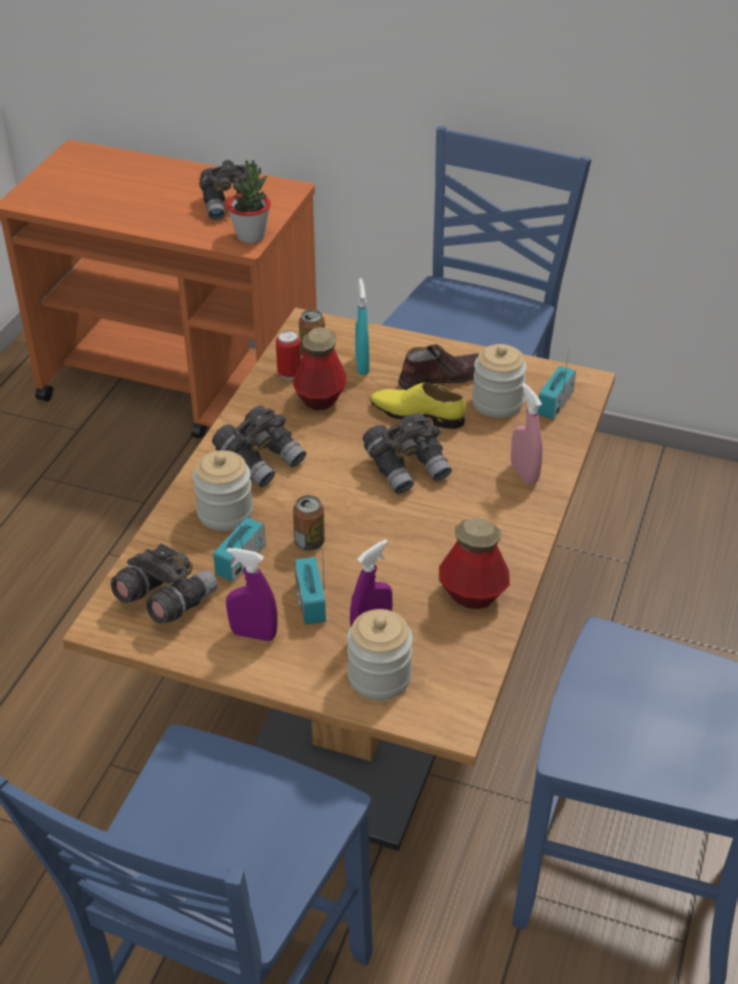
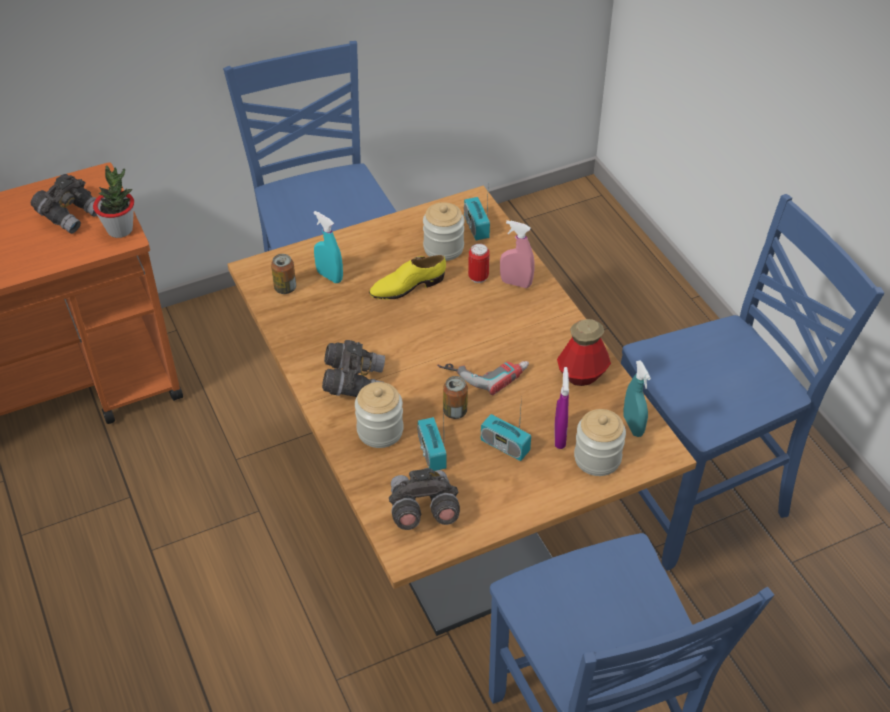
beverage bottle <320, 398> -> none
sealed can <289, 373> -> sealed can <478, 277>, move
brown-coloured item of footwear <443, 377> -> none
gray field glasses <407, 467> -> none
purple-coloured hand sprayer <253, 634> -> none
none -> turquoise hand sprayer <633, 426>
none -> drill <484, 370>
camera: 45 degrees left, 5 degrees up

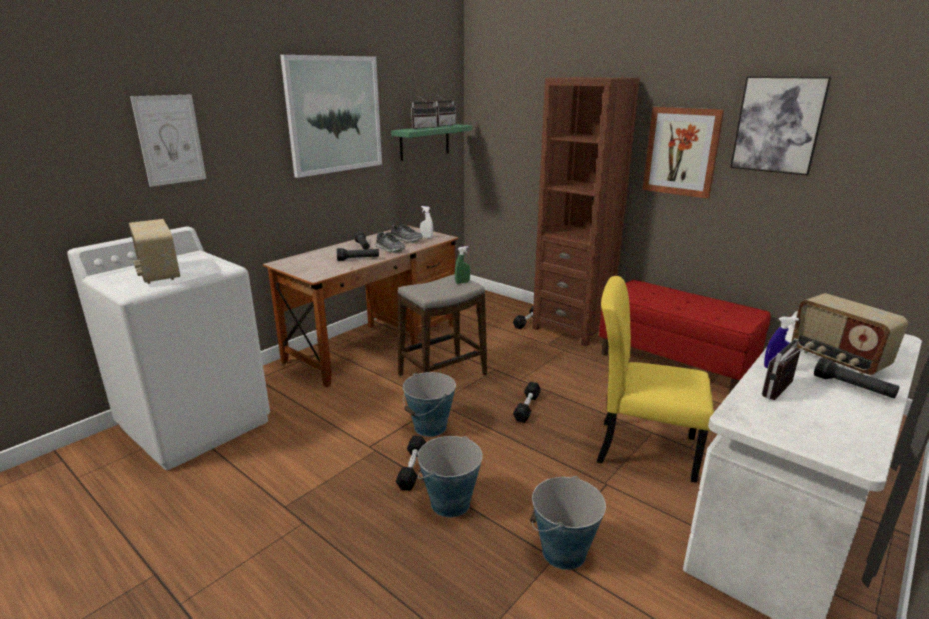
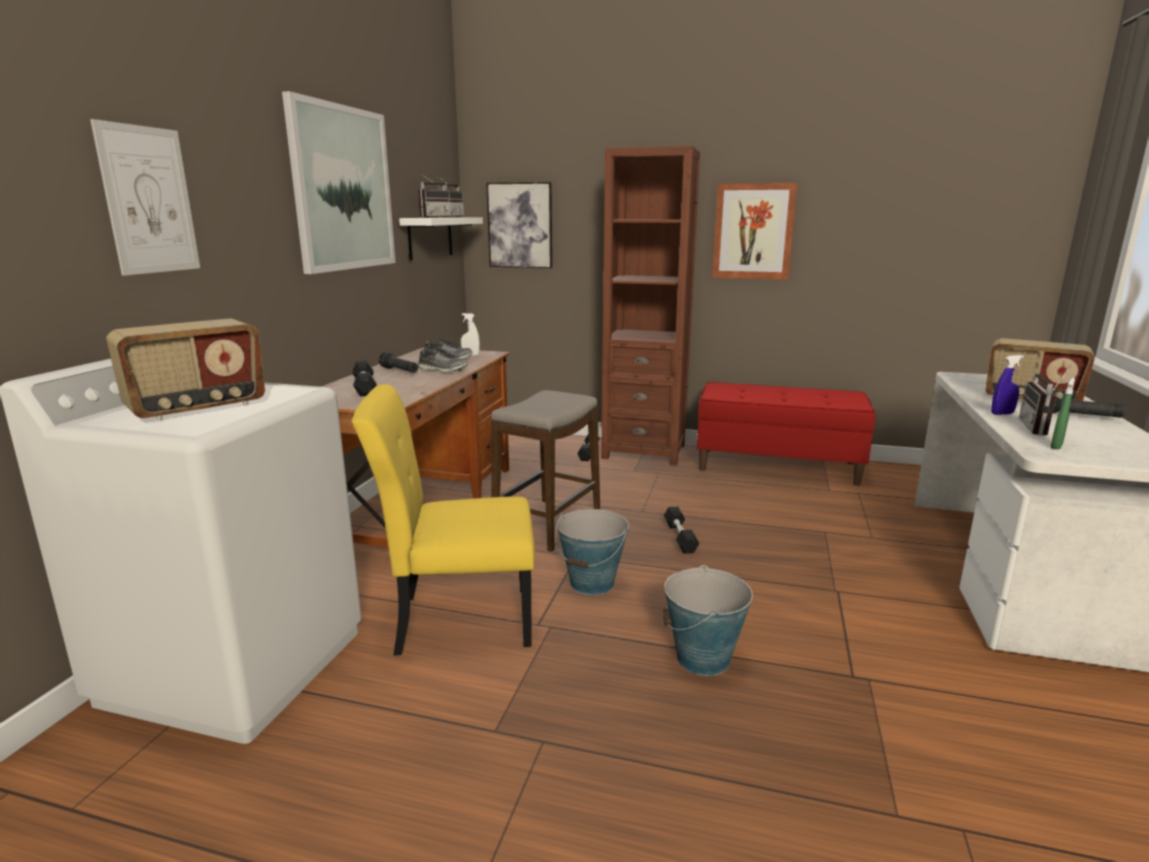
picture <778, 125> -> picture <520, 225>, move
green-coloured shelf <424, 142> -> whitish shelf <430, 237>
radio set <158, 274> -> radio set <198, 408>, 75 degrees counterclockwise
green-coloured hand sprayer <462, 282> -> green-coloured hand sprayer <1056, 446>, move
black-coloured torch <358, 259> -> none
yellow-coloured upright chair <641, 448> -> yellow-coloured upright chair <458, 620>, move
black-coloured dumbbell <412, 468> -> black-coloured dumbbell <364, 387>, move
bucket <563, 552> -> none
camera: 25 degrees left, 5 degrees down

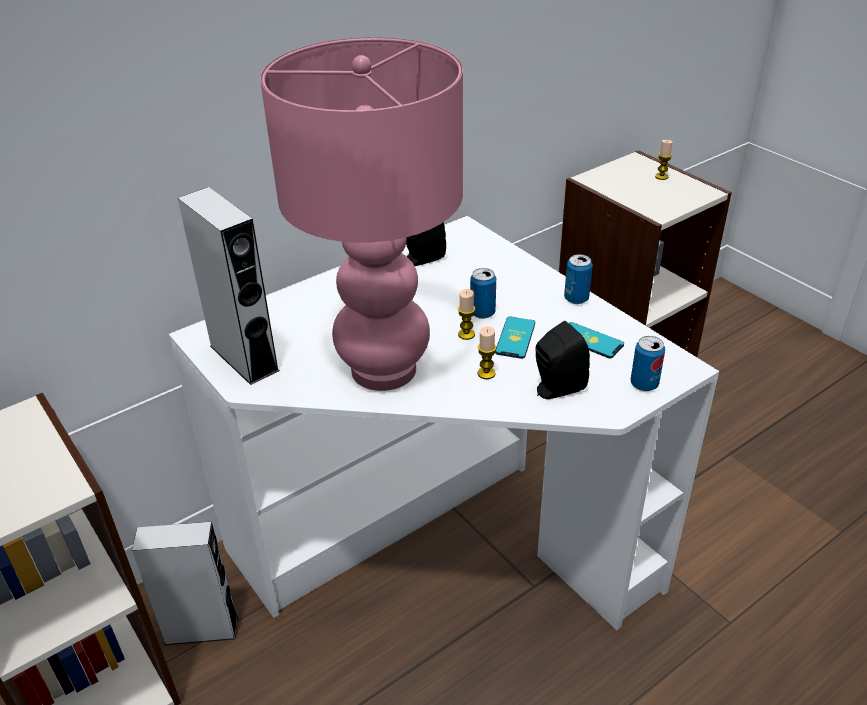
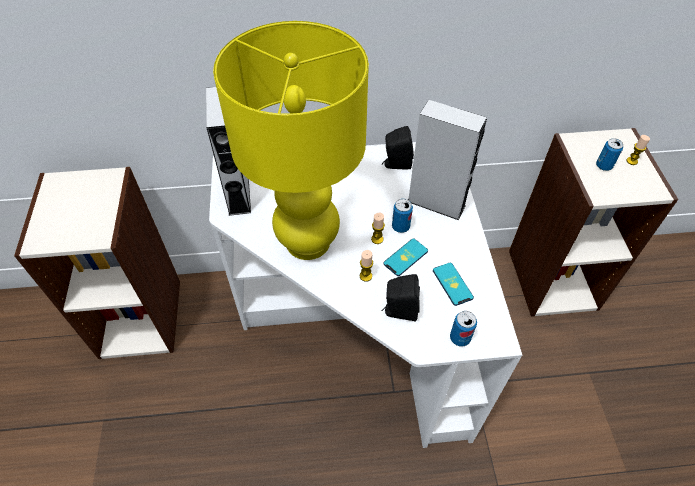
pinkish lamp for a table <383, 370> -> yellow-coloured lamp for a table <307, 242>
sealed can <576, 298> -> sealed can <603, 166>, move
gray audio speaker <201, 630> -> gray audio speaker <436, 203>, move
camera: 30 degrees right, 15 degrees up

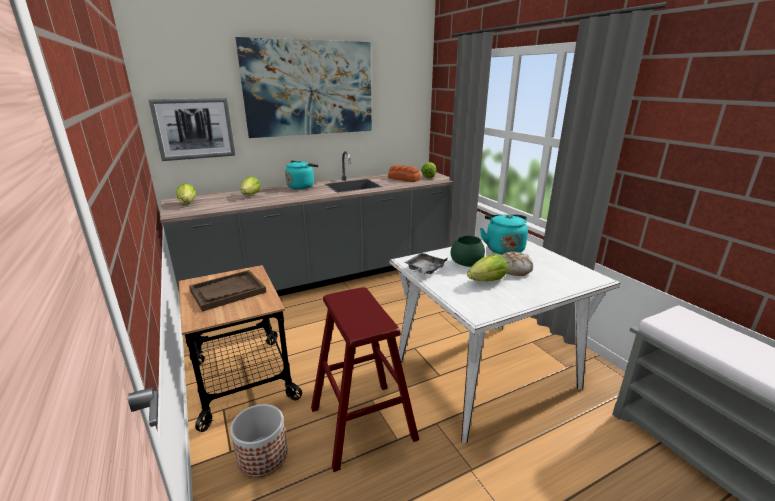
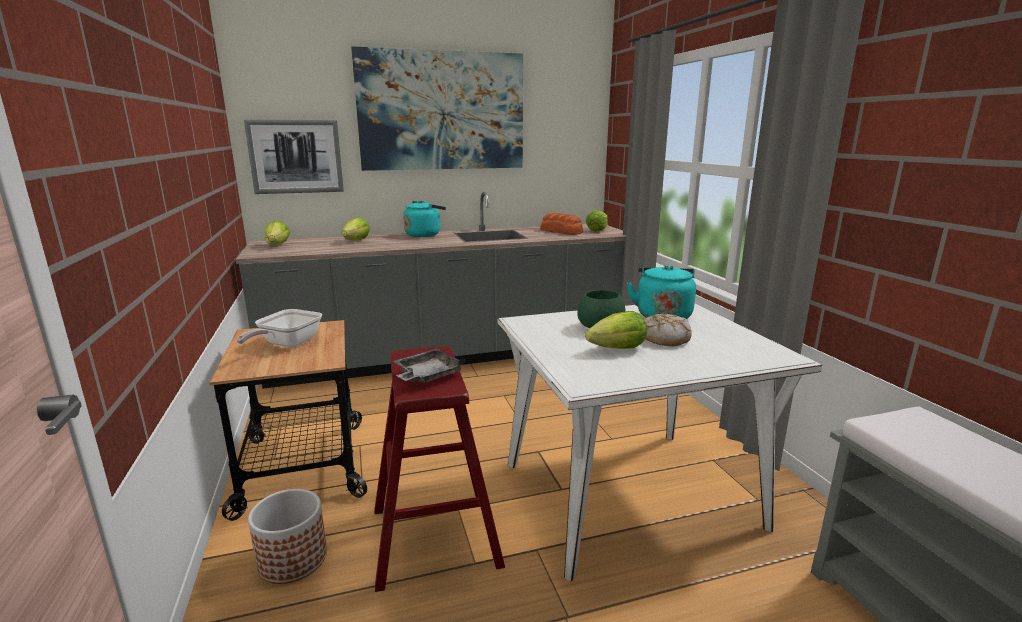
gray carrying tray <424, 269> -> gray carrying tray <427, 375>, move
brown-coloured carrying tray <228, 291> -> pan <287, 344>
camera: 10 degrees right, 5 degrees down

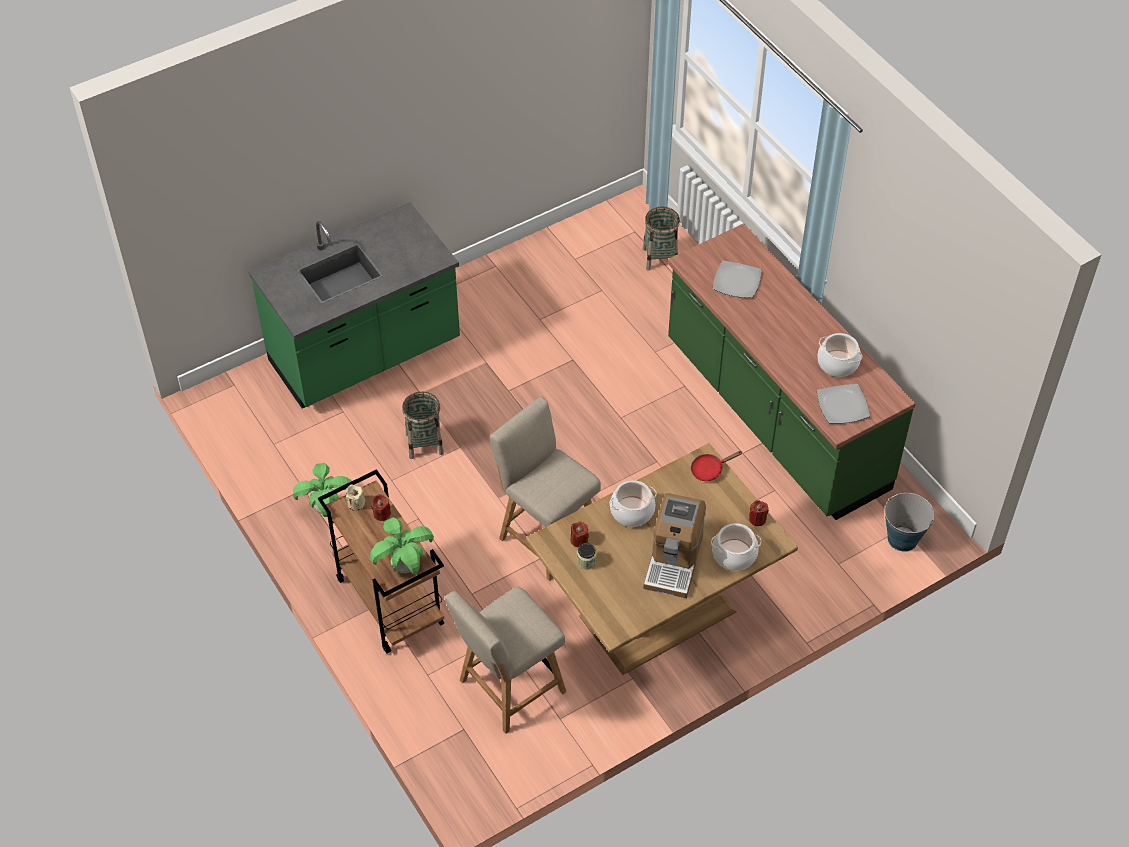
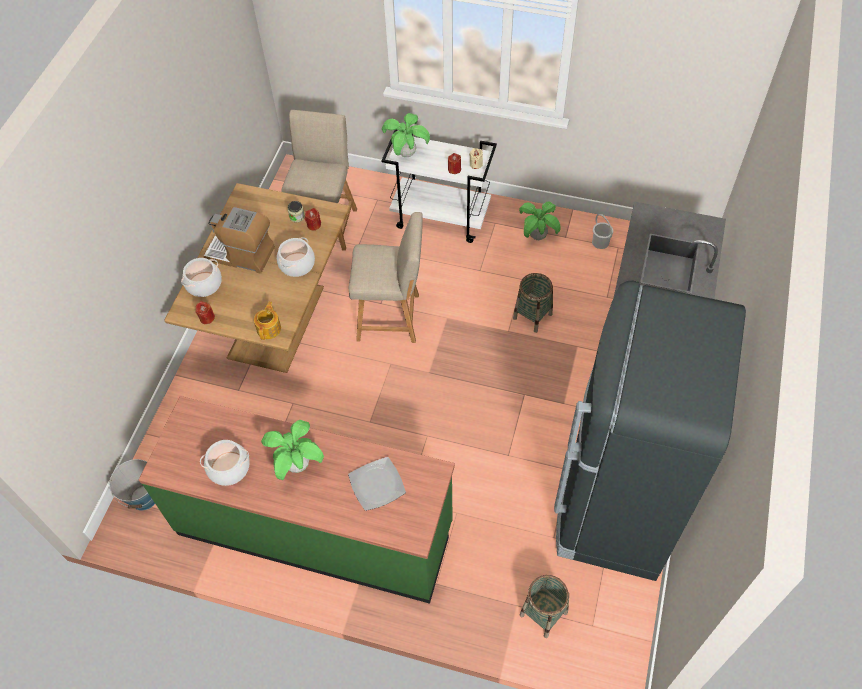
plate <843, 406> -> none
reddish pan <709, 469> -> teapot <269, 328>
brown-coloured wheeled cart <388, 601> -> whitish wheeled cart <441, 217>
coffee maker <673, 561> -> coffee maker <241, 254>, 45 degrees counterclockwise
none -> whitish bucket <600, 242>
none -> black-coloured fridge <614, 508>
none -> houseplant <298, 464>
camera: 140 degrees right, 5 degrees up

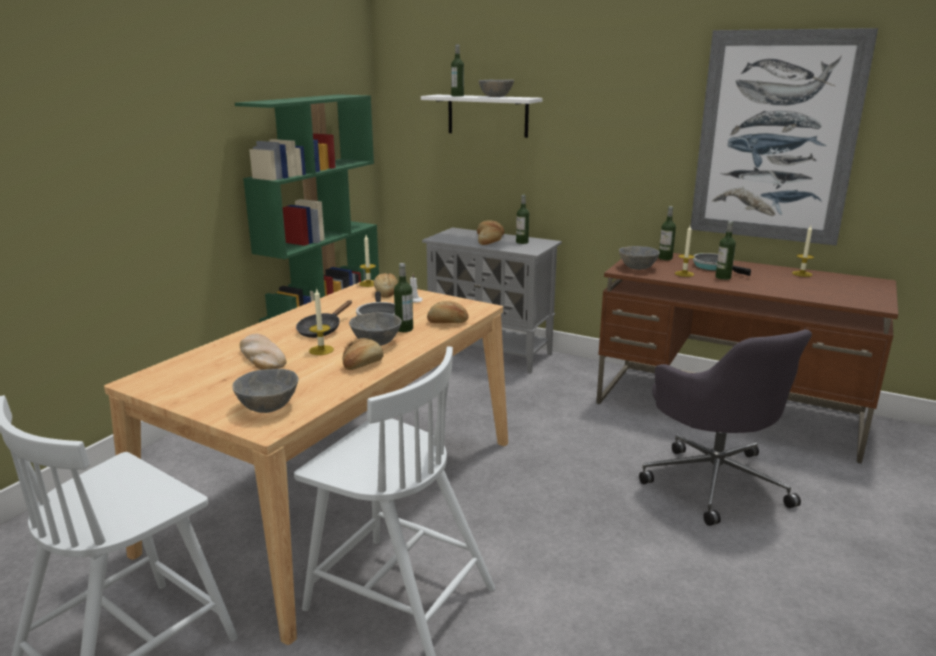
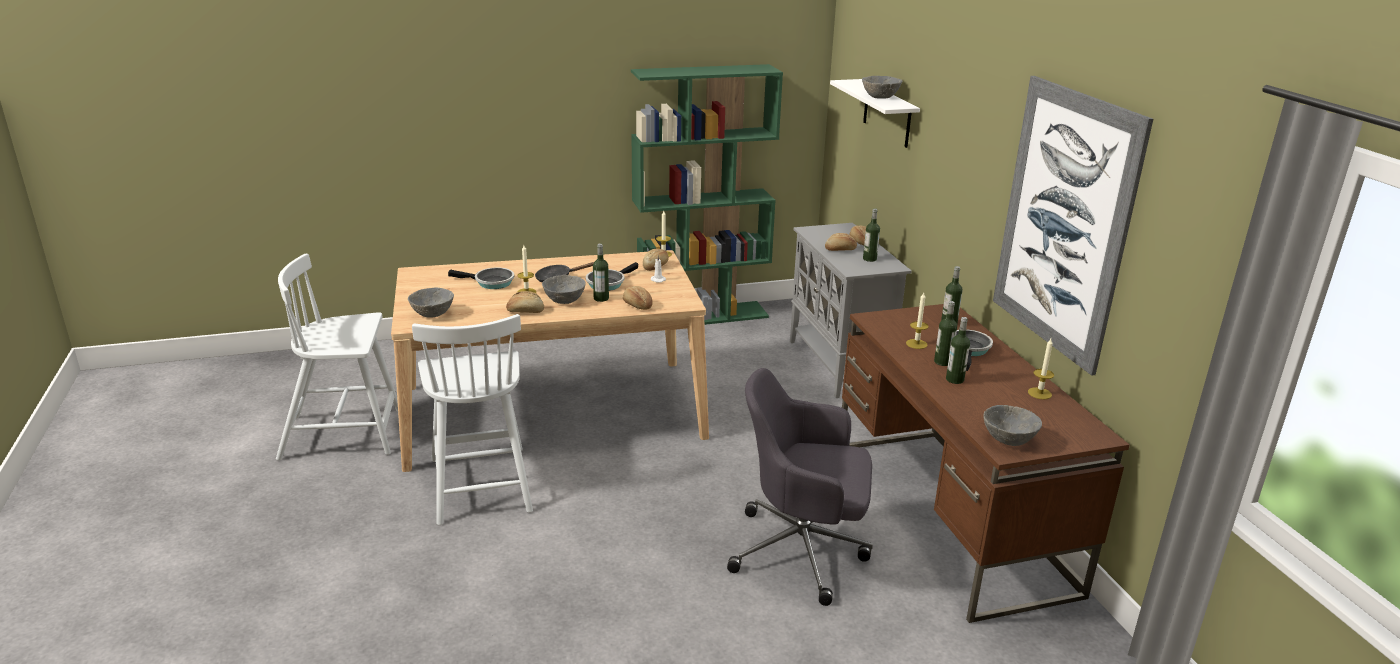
beverage bottle <457, 96> -> beverage bottle <954, 379>, move
gray serving bowl <637, 268> -> gray serving bowl <1008, 439>, move
gray computer chair <714, 480> -> gray computer chair <802, 551>, 75 degrees clockwise
bread <261, 357> -> pan <491, 282>
camera: 45 degrees right, 5 degrees up

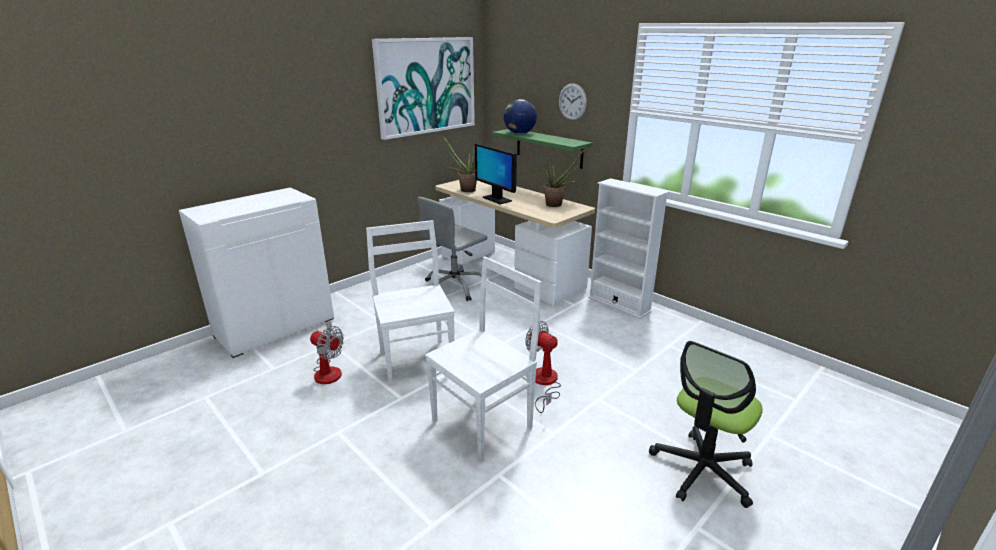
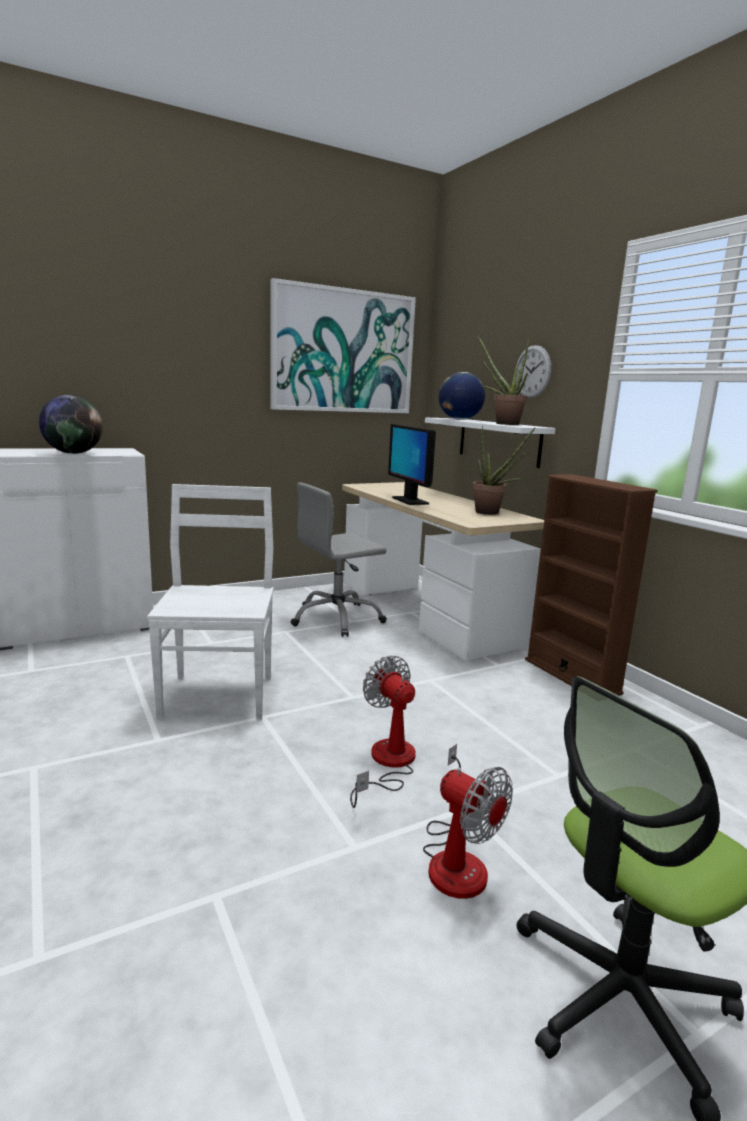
green-coloured shelf <549, 148> -> whitish shelf <498, 441>
houseplant <465, 190> -> houseplant <502, 424>, move
whitish shelving unit <619, 304> -> brown-coloured shelving unit <571, 676>
whitish upright chair <484, 423> -> none
electric fan <329, 370> -> electric fan <457, 858>, move
none -> desk globe <73, 453>
camera: 15 degrees right, 10 degrees down

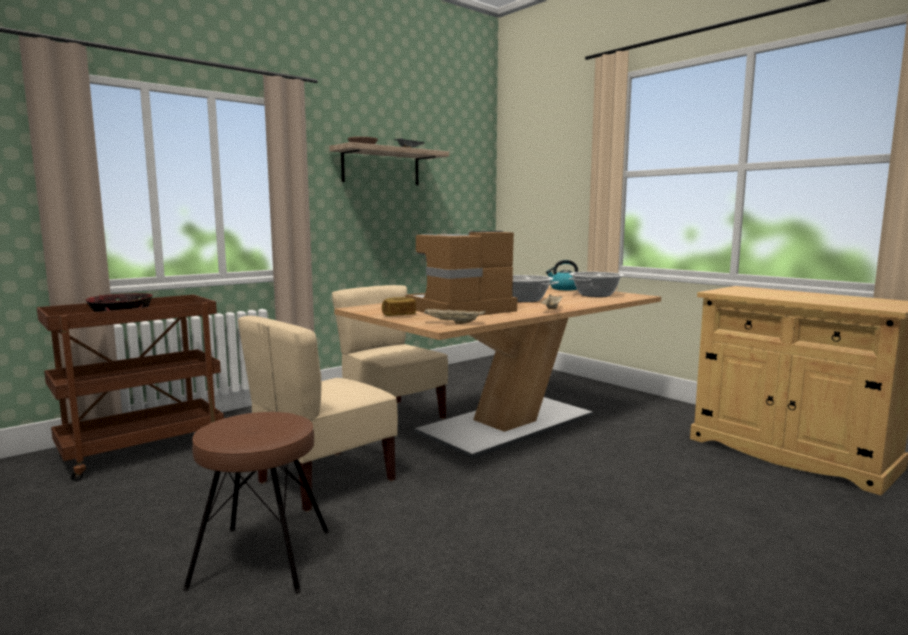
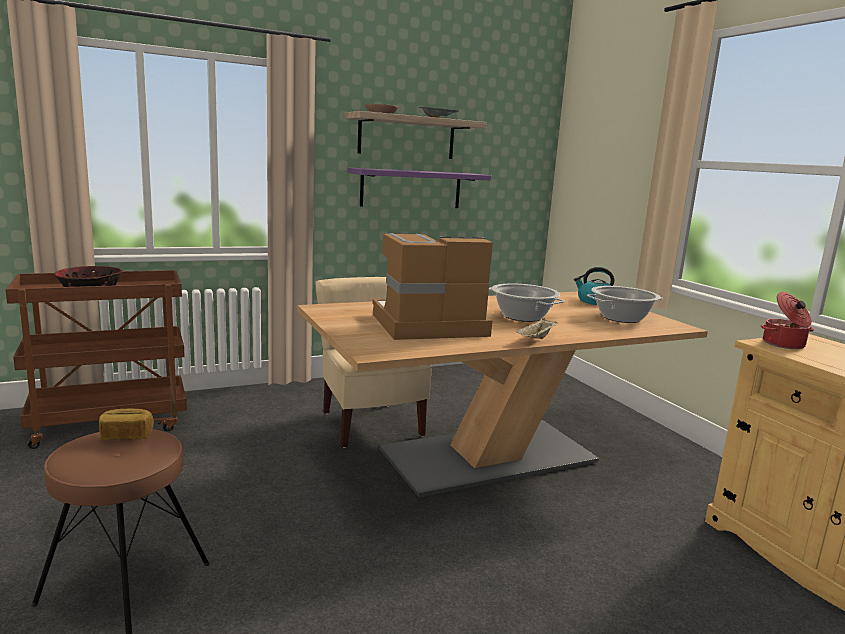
bread <399, 315> -> bread <127, 435>, move
sand-coloured carrying tray <452, 323> -> none
sand-coloured upright chair <324, 481> -> none
none -> purple-coloured shelf <411, 189>
none -> cooking pot <784, 344>
camera: 15 degrees right, 5 degrees up

